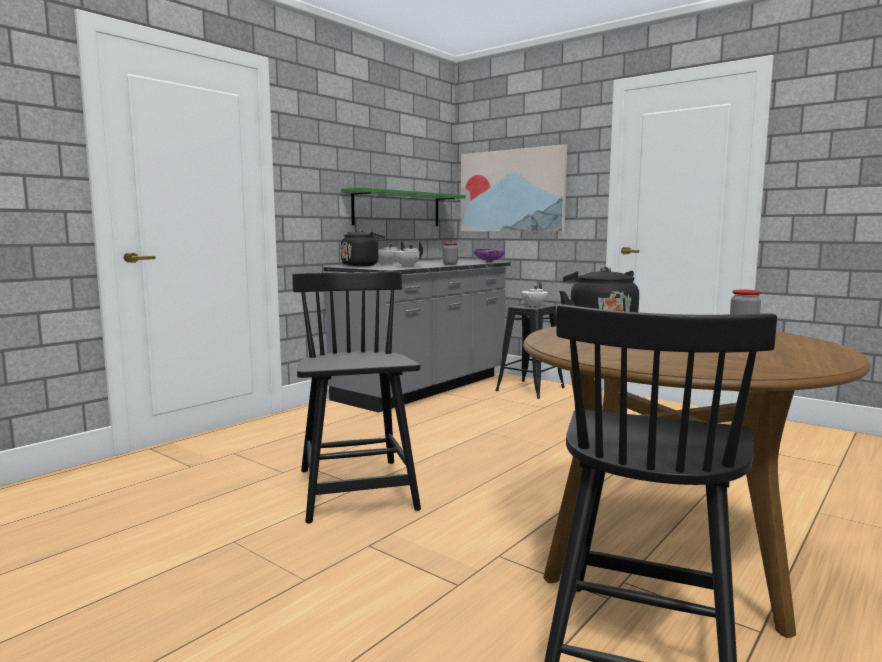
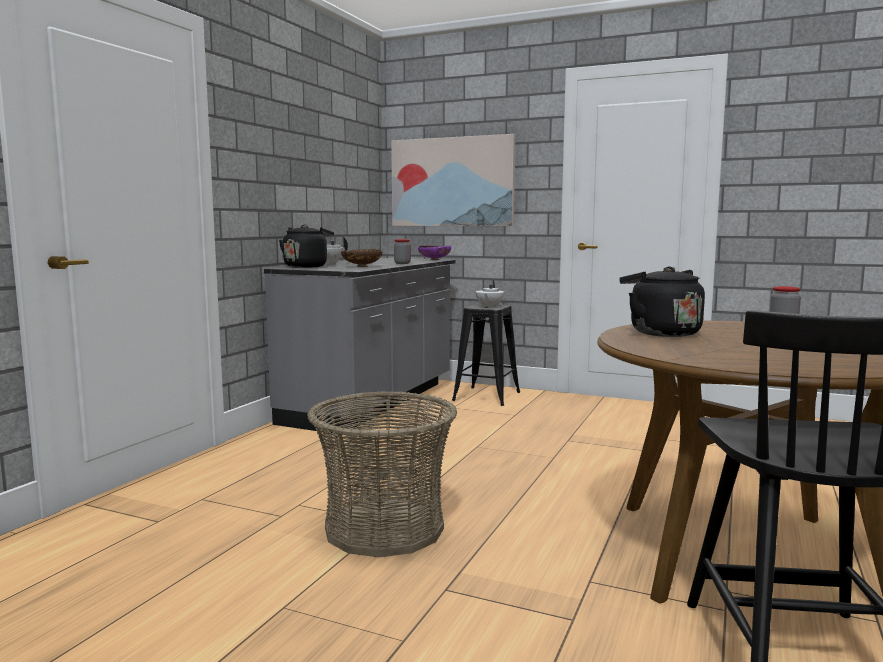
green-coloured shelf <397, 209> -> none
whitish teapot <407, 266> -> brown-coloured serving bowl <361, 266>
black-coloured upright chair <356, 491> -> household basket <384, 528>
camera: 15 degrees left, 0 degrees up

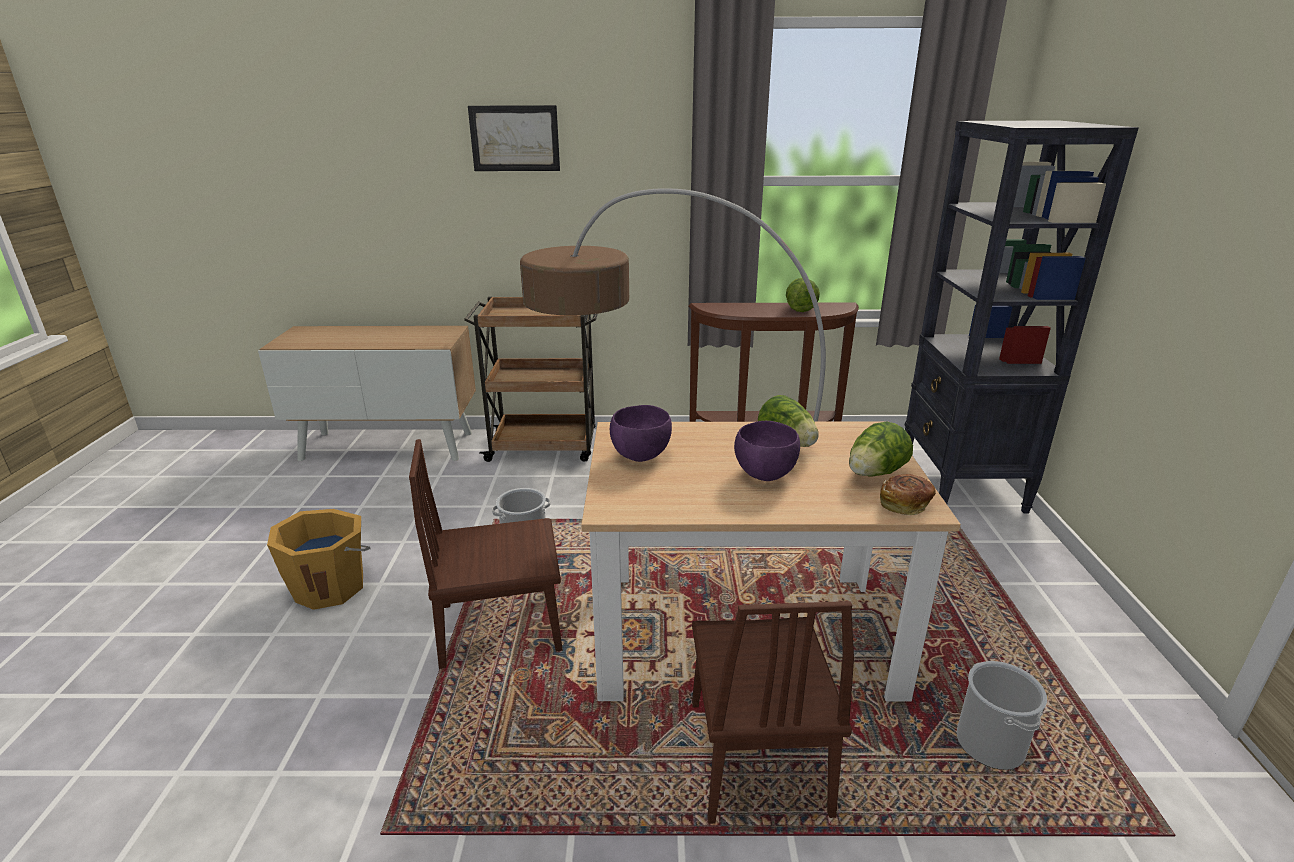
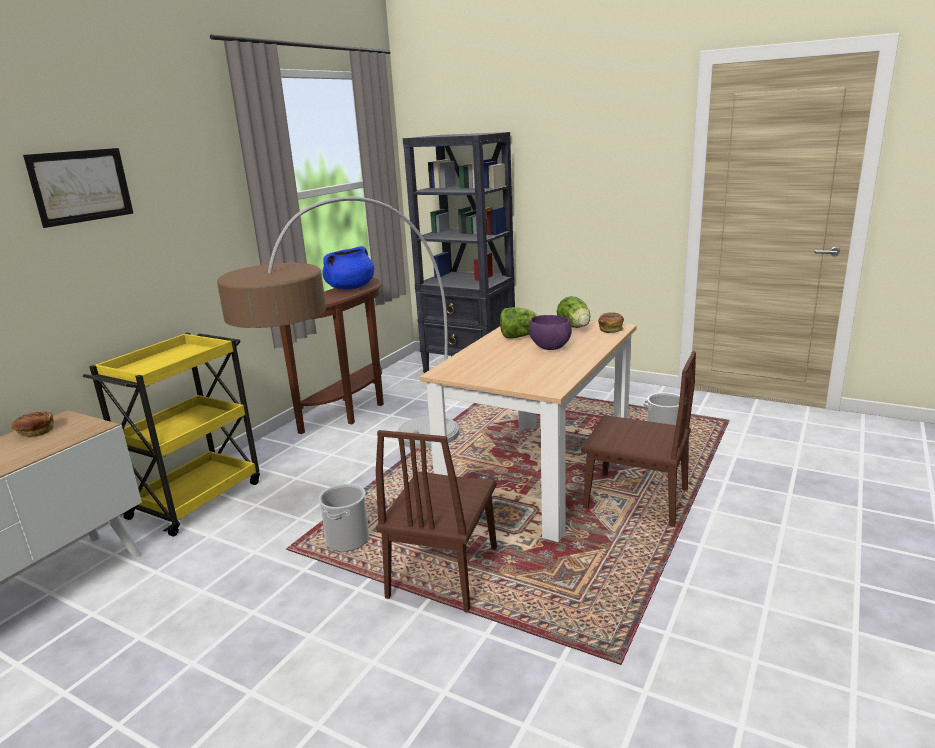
lettuce <799, 308> -> blue-coloured cooking pot <350, 288>
brown-coloured wheeled cart <545, 446> -> yellow-coloured wheeled cart <198, 498>
purple-coloured serving bowl <640, 455> -> none
orange bucket <331, 586> -> none
none -> bread <35, 432>
camera: 60 degrees left, 5 degrees down

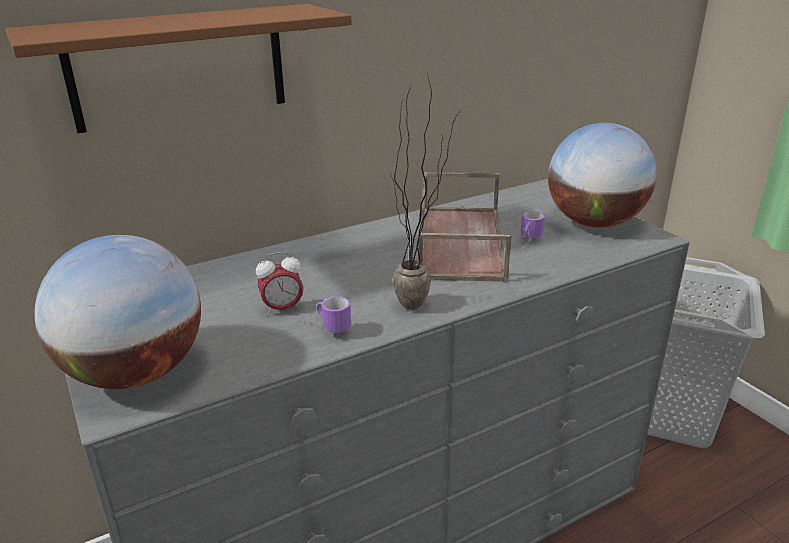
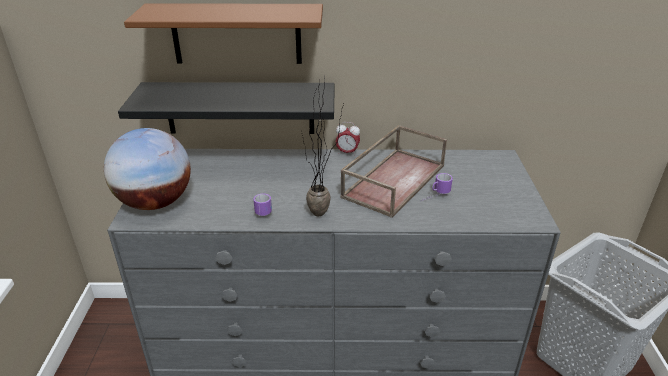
desk globe <594, 223> -> none
alarm clock <282, 309> -> alarm clock <347, 152>, move
none -> black-coloured shelf <240, 108>
camera: 30 degrees right, 5 degrees up

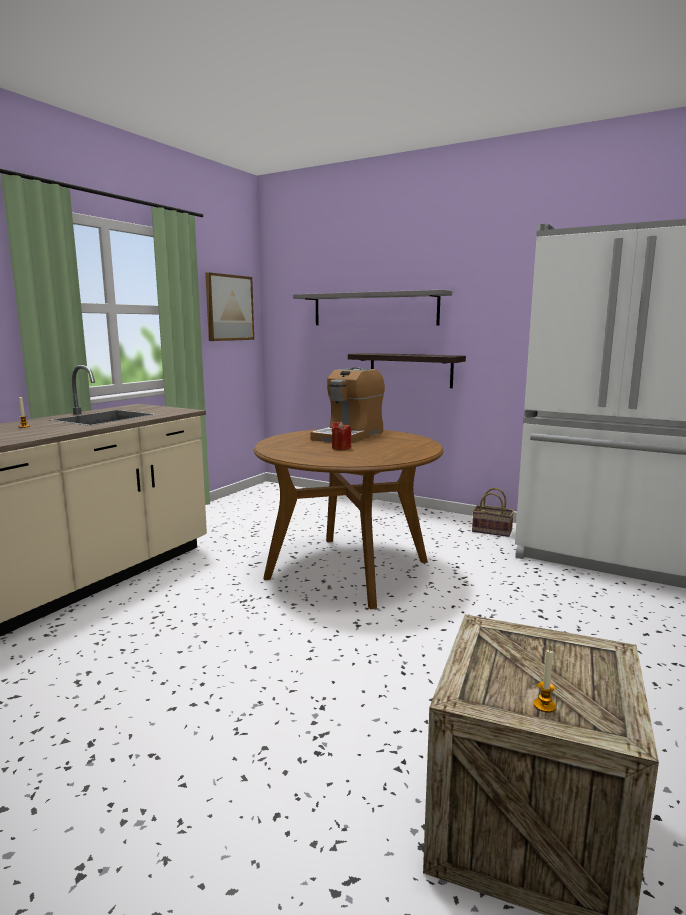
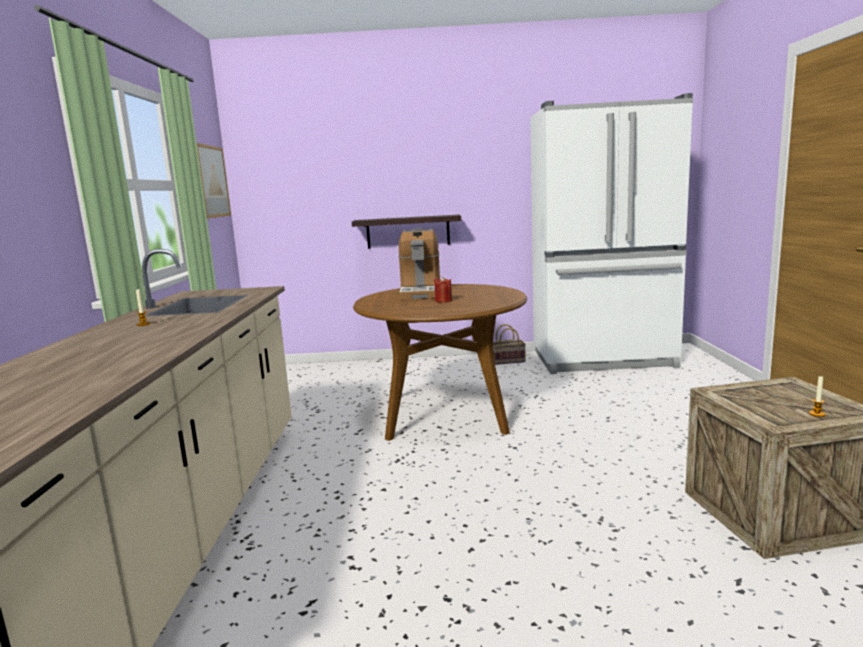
gray shelf <374, 309> -> none
camera: 30 degrees left, 0 degrees up

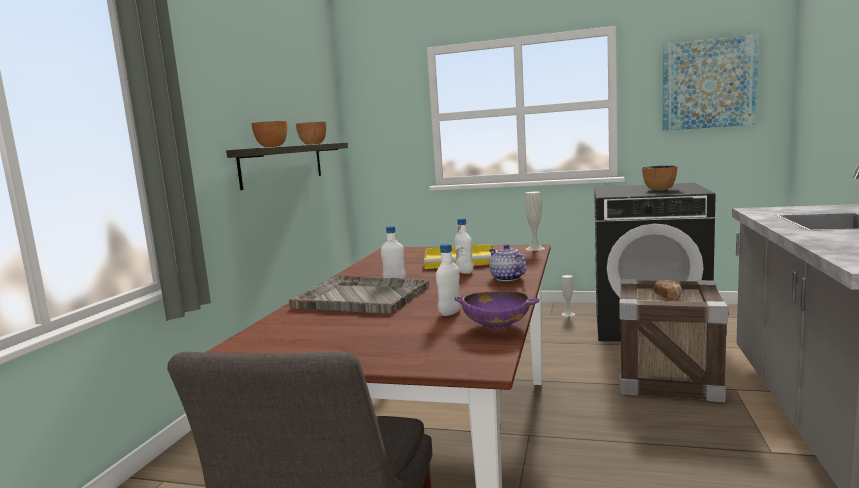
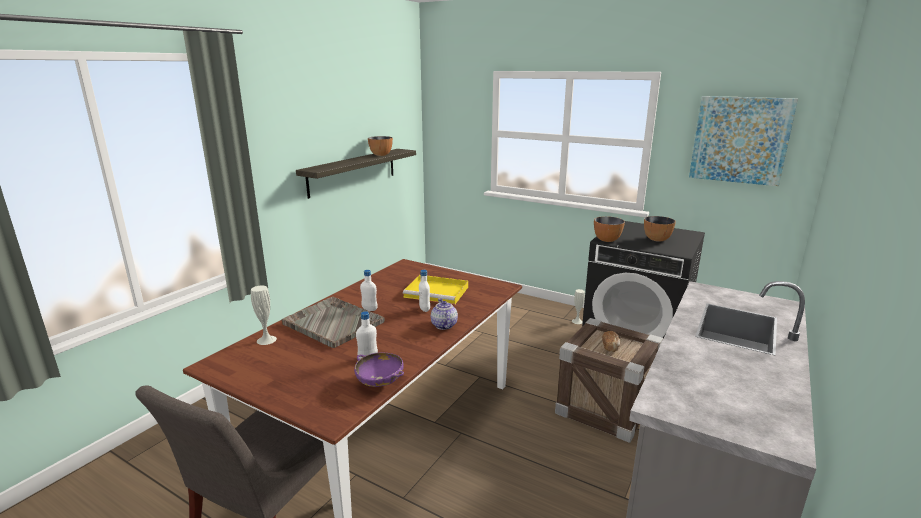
serving bowl <272, 146> -> serving bowl <607, 240>, move
whitish decorative vase <535, 248> -> whitish decorative vase <266, 340>, move
camera: 15 degrees right, 10 degrees up

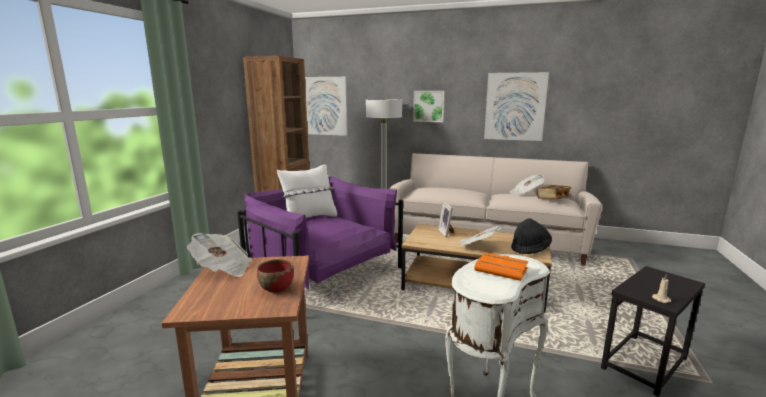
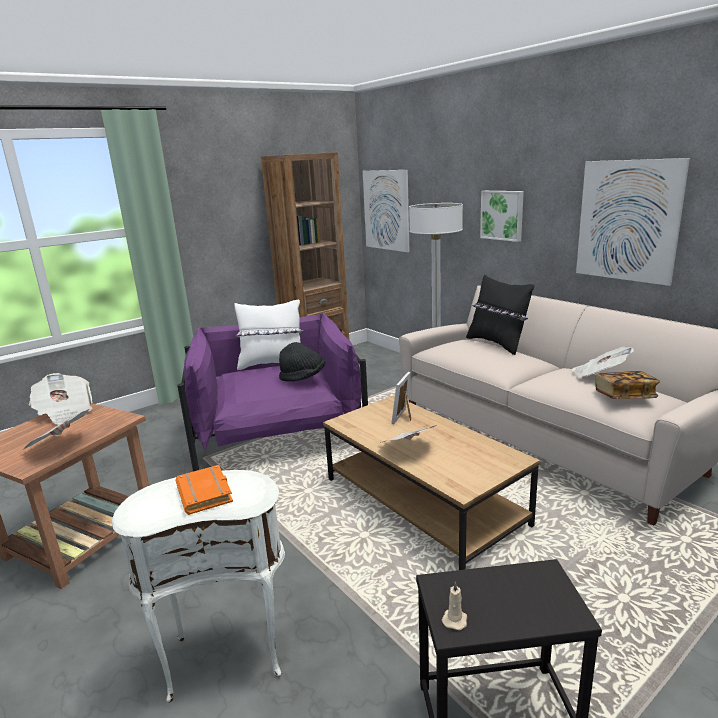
black-coloured hat <530, 249> -> black-coloured hat <303, 377>, move
reddish serving bowl <276, 288> -> printed paper <60, 445>
none -> black-coloured pillow <497, 344>
camera: 35 degrees right, 5 degrees up

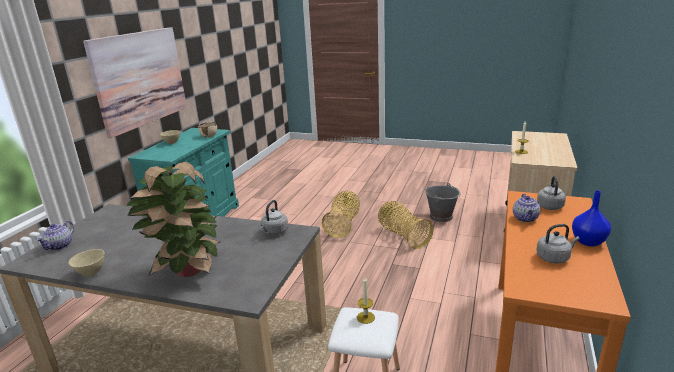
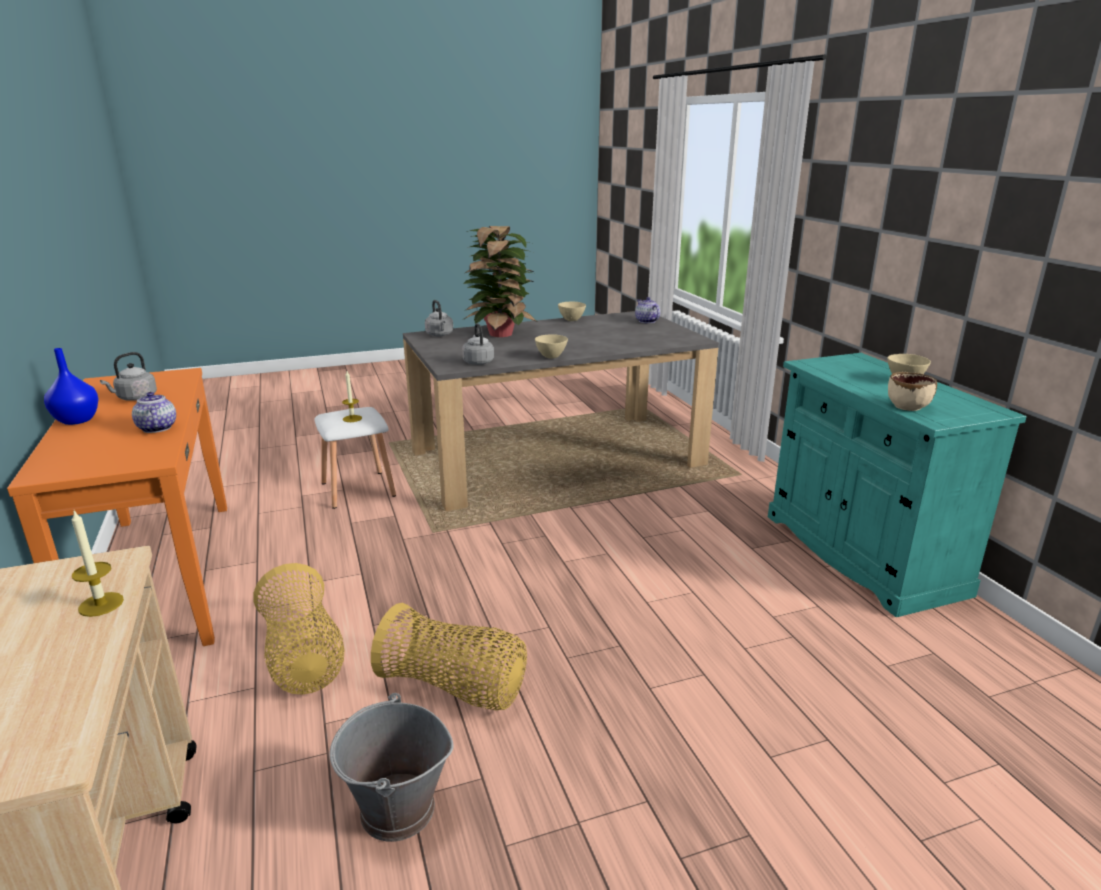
picture <140, 78> -> none
gray kettle <549, 206> -> gray kettle <440, 335>, move
household basket <343, 224> -> household basket <303, 658>, move
none -> sand-coloured serving bowl <551, 357>
camera: 140 degrees right, 0 degrees up

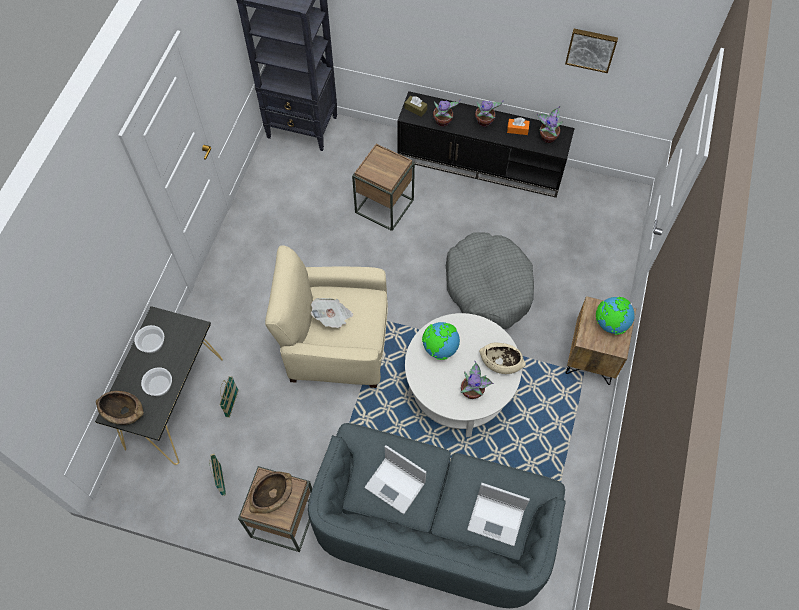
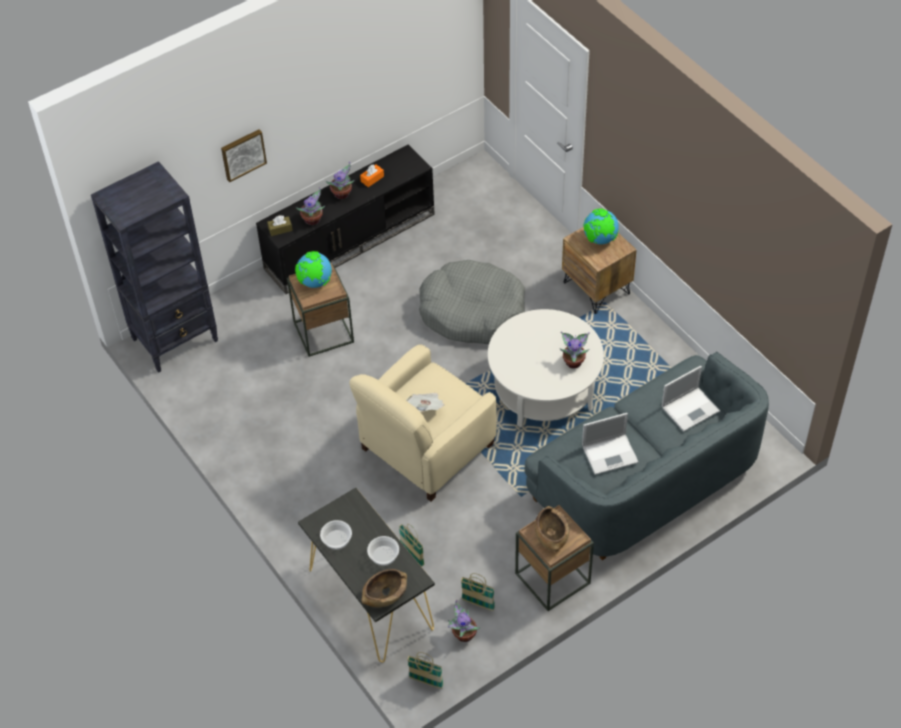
picture <591, 49> -> picture <242, 154>, move
houseplant <547, 136> -> houseplant <463, 634>, move
desk globe <439, 348> -> desk globe <315, 282>, move
sand-coloured serving bowl <500, 362> -> none
none -> household basket <426, 681>
camera: 50 degrees left, 10 degrees down

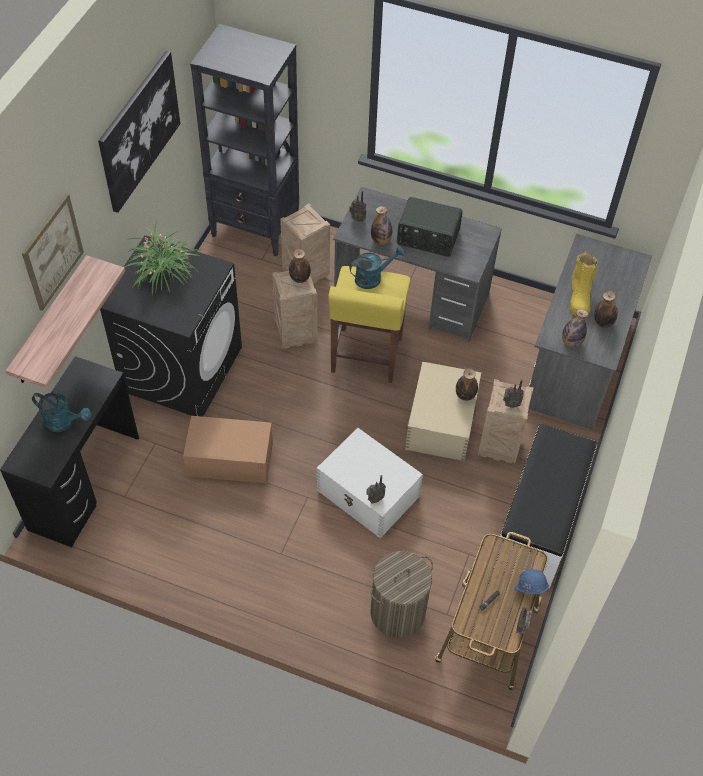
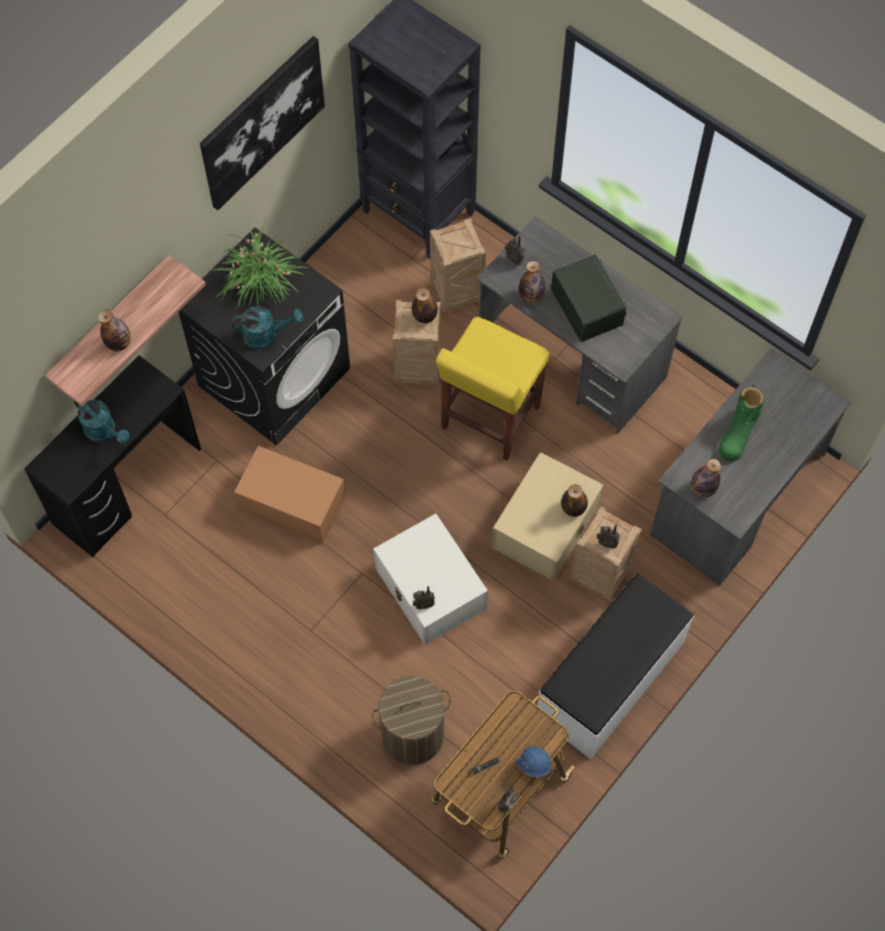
picture <52, 252> -> none
radio set <428, 238> -> radio set <588, 307>, 150 degrees counterclockwise
turquoise watering can <373, 277> -> turquoise watering can <266, 335>, move
yellow-coloured tall boot <579, 297> -> green-coloured tall boot <738, 433>
beverage bottle <603, 322> -> beverage bottle <119, 343>, move
camera: 20 degrees right, 10 degrees up

